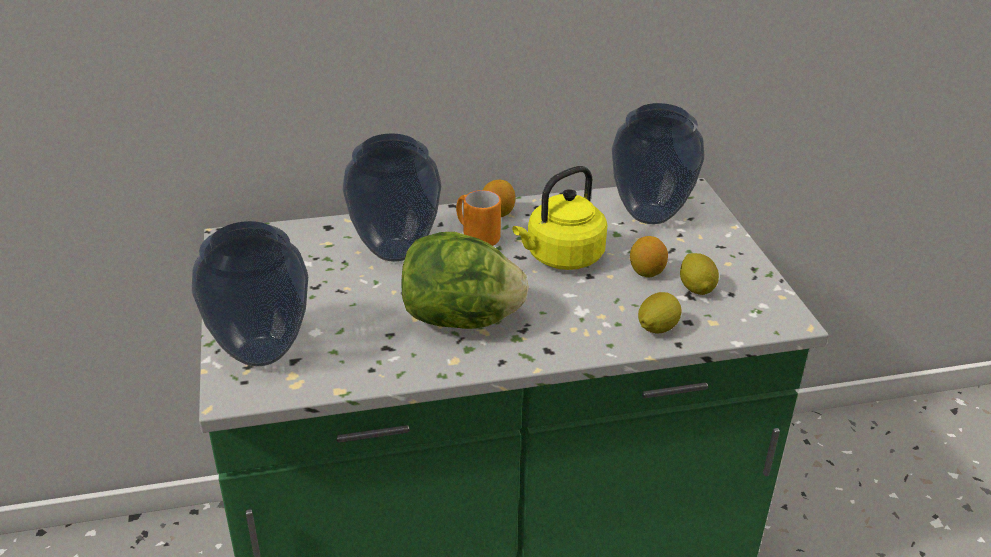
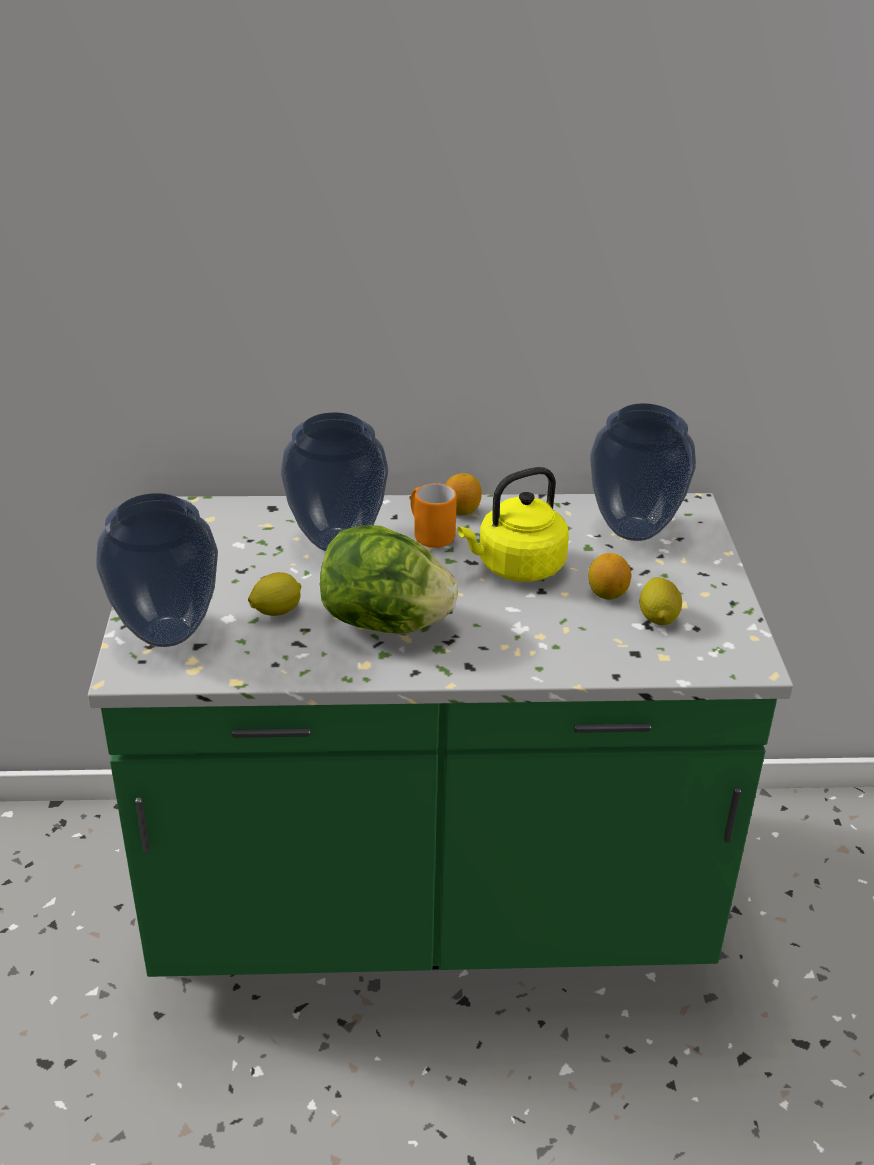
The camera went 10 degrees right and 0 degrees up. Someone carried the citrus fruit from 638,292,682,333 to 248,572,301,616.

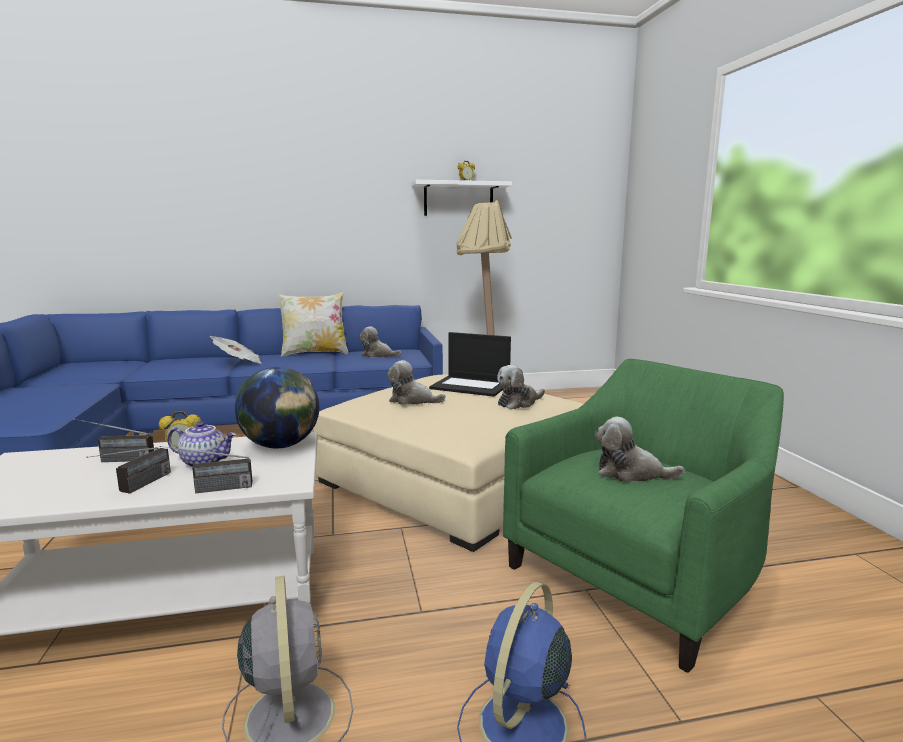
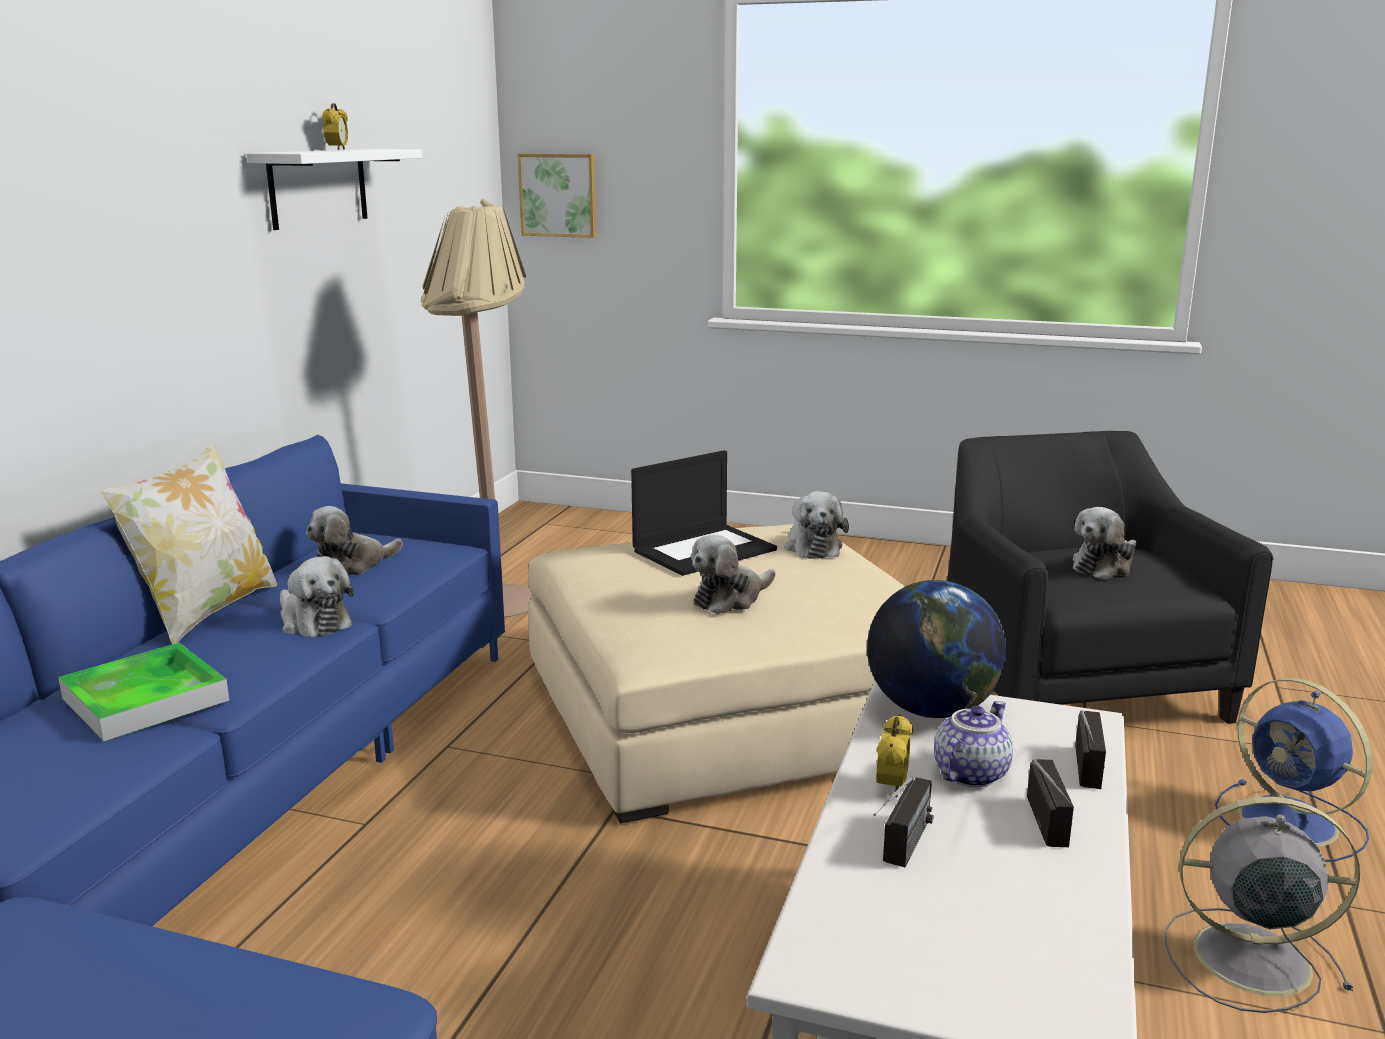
The camera went 60 degrees left and 5 degrees up. Someone put down the cuddly toy at 280,556,354,637. Someone put up the picture at 518,153,597,238. Someone swapped the printed paper at 210,336,261,363 for the tray at 58,643,229,741. Someone repainted the lounge chair (green-coloured) at 503,359,784,673, which became the lounge chair (black) at 947,431,1274,724. Someone rotated the radio at 86,447,171,493 by 45 degrees clockwise.

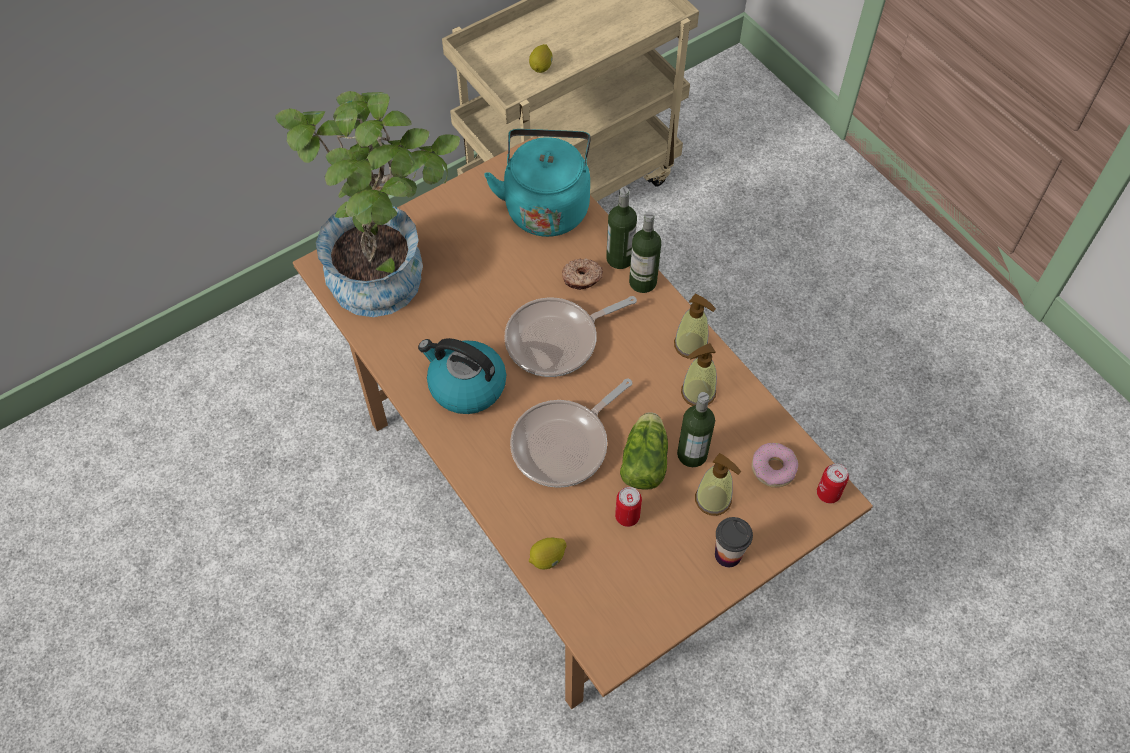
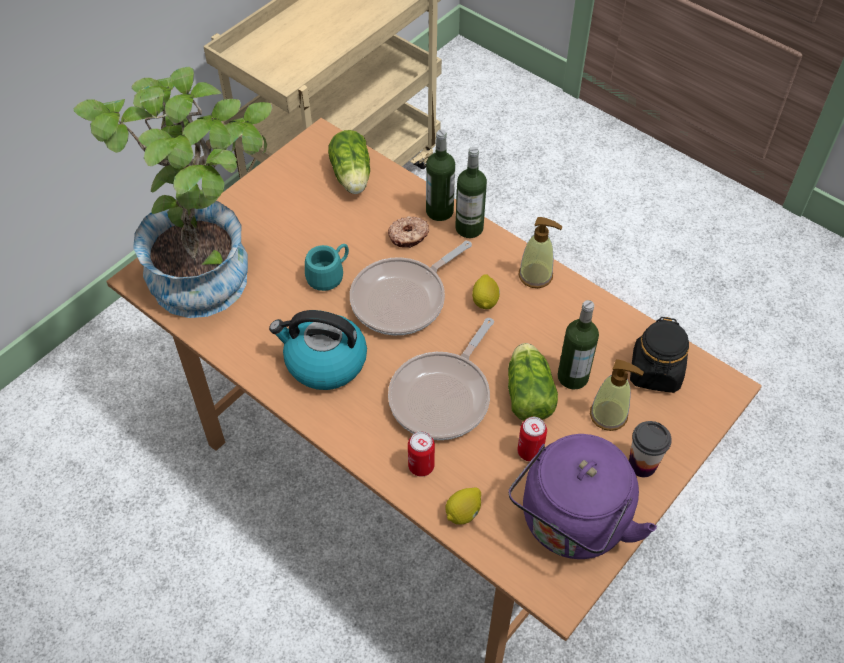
The camera went 15 degrees left and 5 degrees down. Someone took away the soap dispenser at 681,343,717,406. Someone put down the tea mug (turquoise-coloured) at 305,244,349,291. Someone put down the kettle (purple) at 508,434,657,559. Someone carried the citrus fruit from 529,44,553,73 to 472,274,500,309. Someone carried the sealed can from 817,463,849,504 to 408,431,435,477. Someone swapped the kettle (turquoise-coloured) at 484,129,591,237 for the lettuce at 328,130,370,194. Someone swapped the donut at 752,443,799,488 for the jar (black) at 630,317,689,393.

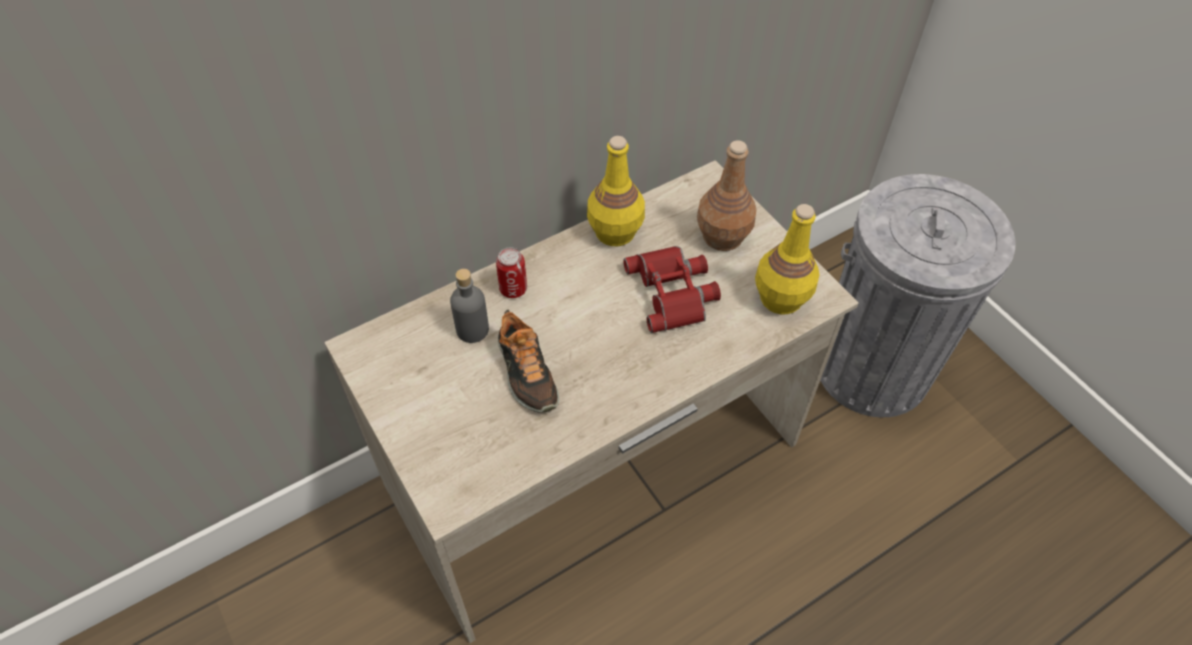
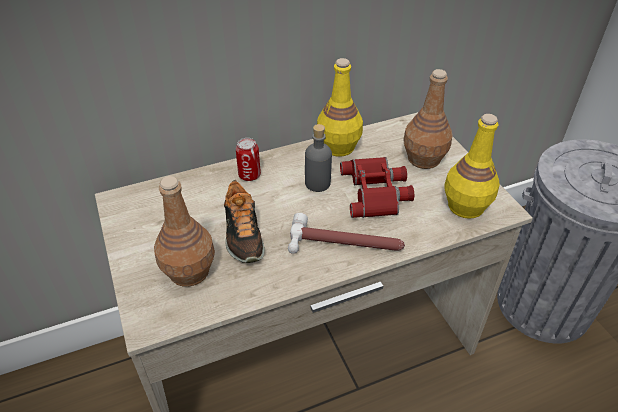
The camera went 10 degrees right and 10 degrees down. Someone put down the bottle (brown) at 154,176,215,287. Someone put down the hammer at 288,213,405,254. Someone carried the bottle (greyish) from 450,269,489,343 to 305,124,332,192.

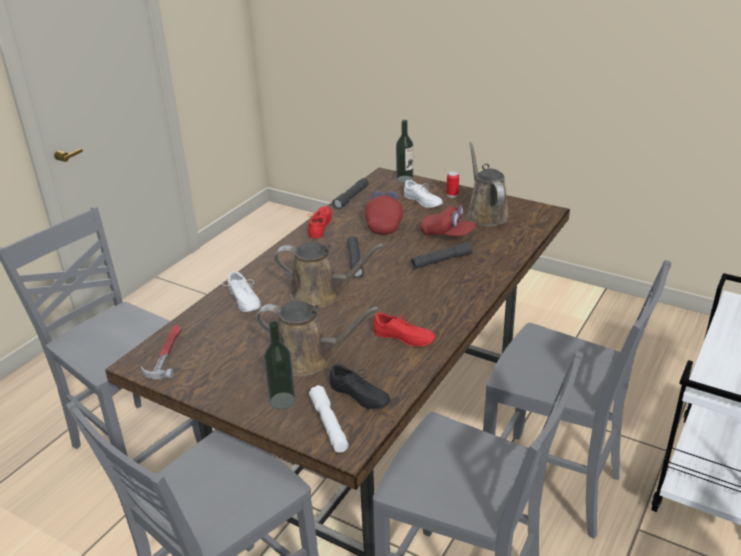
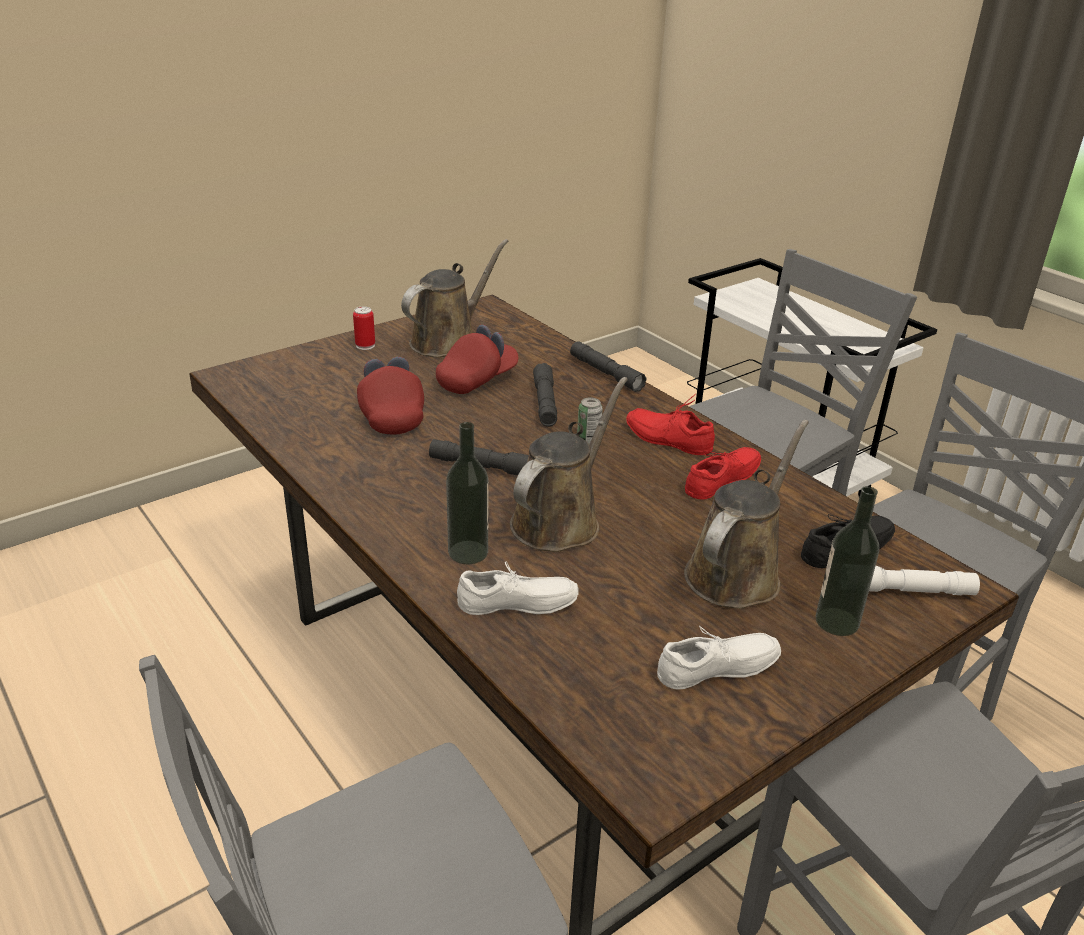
The camera went 70 degrees left and 0 degrees up. Someone took away the hammer at 141,325,182,379. Someone put down the sealed can at 577,397,603,444. Someone carried the low shoe (reddish) from 307,206,333,238 to 626,394,715,455. Someone carried the flashlight (greyish) from 332,178,369,210 to 570,341,647,392. Someone carried the bottle from 396,120,413,183 to 446,422,489,564. Someone carried the low shoe (white-coloured) from 404,180,443,208 to 657,626,781,689. Someone rotated the peaked cap (reddish) at 365,191,403,235 by 45 degrees clockwise. Someone rotated the watering can (brown) at 466,142,509,226 by 120 degrees clockwise.

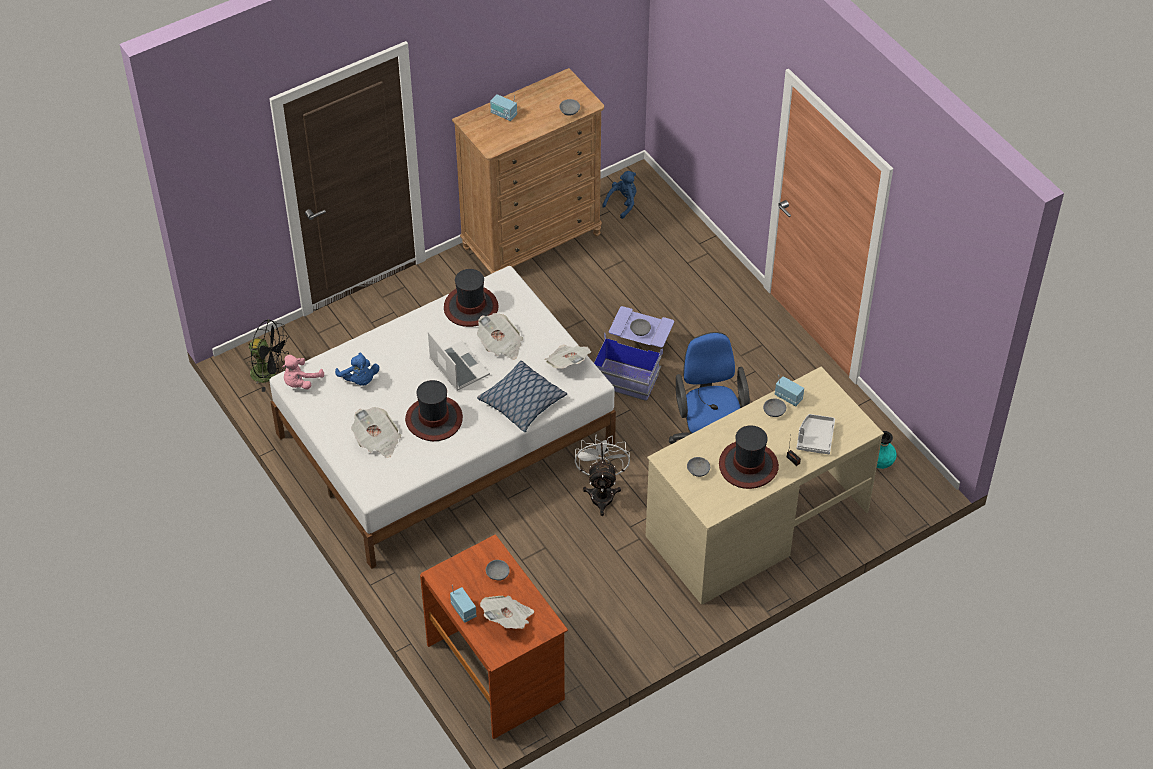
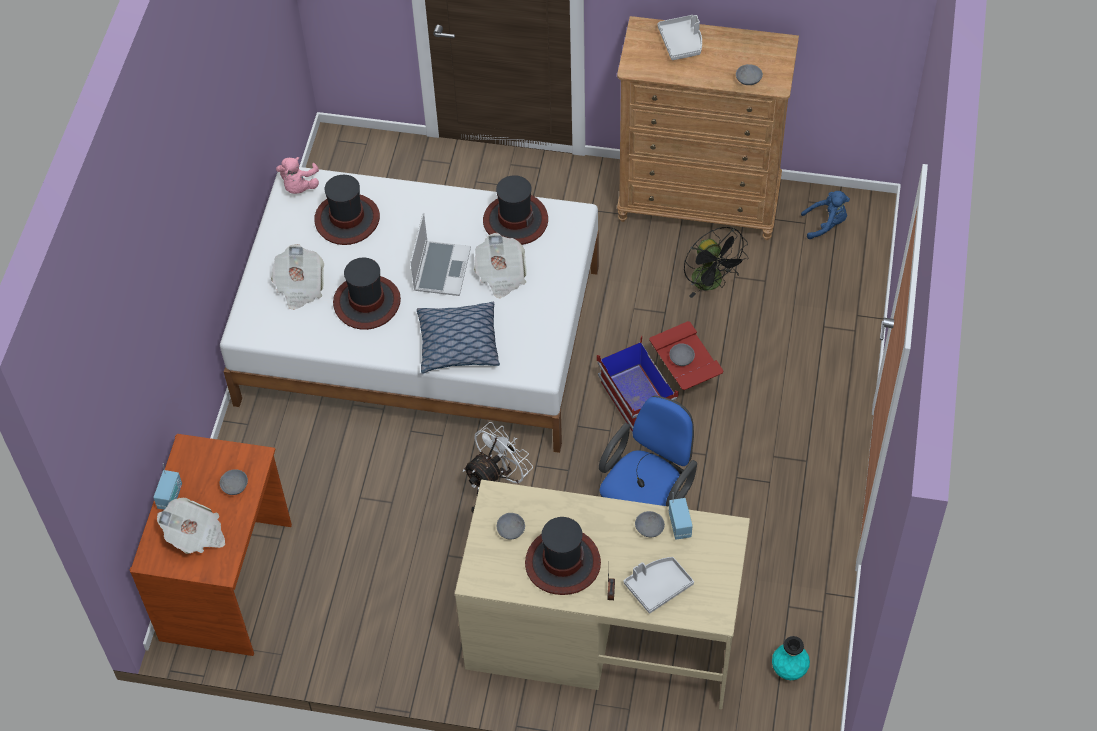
The camera went 45 degrees right and 5 degrees up. Someone took away the printed paper at 544,345,591,369. Someone carried the electric fan (black) from 247,319,289,392 to 684,227,749,298. Someone swapped the cuddly toy (bluish) at 335,352,379,386 for the wearable hat at 314,175,380,245. Someone swapped the radio at 490,94,517,121 for the tray (greyish) at 658,15,702,60. Someone repainted the storage container (bluish) at 594,306,674,401, which became the storage container (reddish) at 597,321,723,432. Someone rotated the cuddly toy (pink) at 282,355,324,389 by 75 degrees counterclockwise.

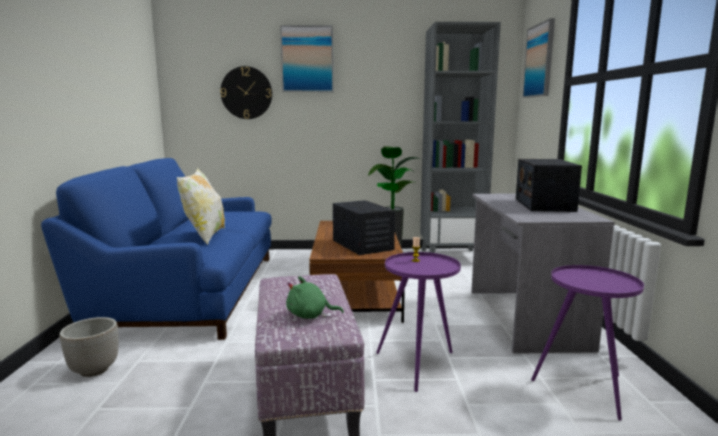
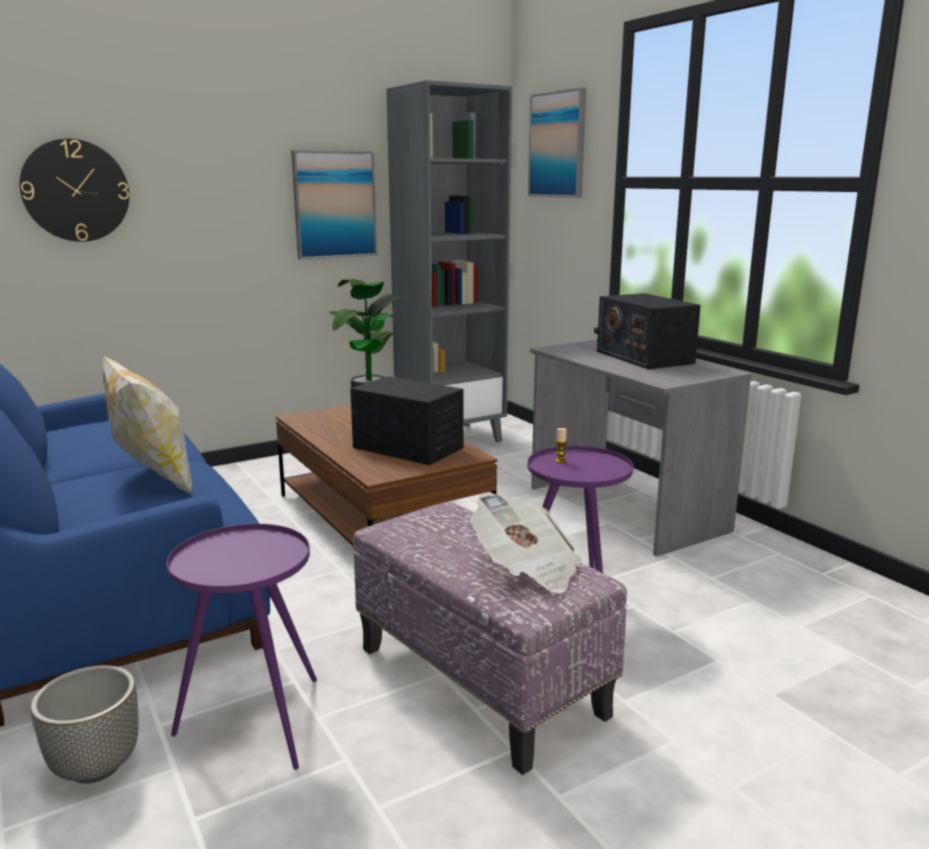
The camera went 30 degrees left and 5 degrees up. Someone carried the picture from 280,25,334,92 to 291,150,377,260. Someone carried the end table (purple) from 531,265,644,421 to 167,524,317,770. Someone swapped the cuddly toy (green-coloured) at 286,276,344,319 for the printed paper at 470,493,582,594.

